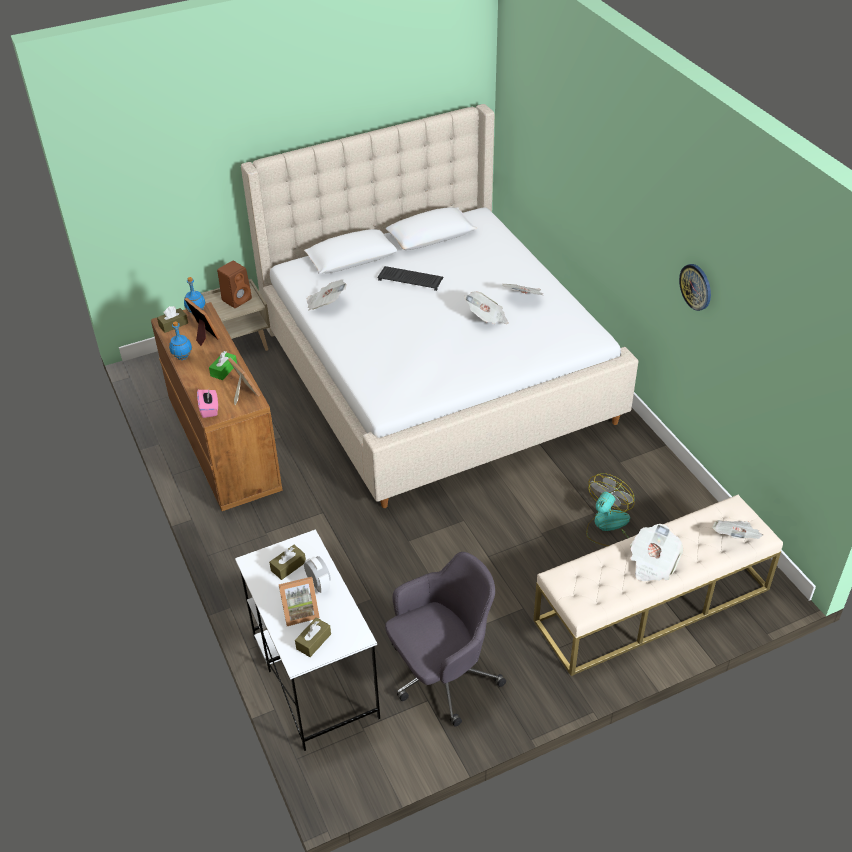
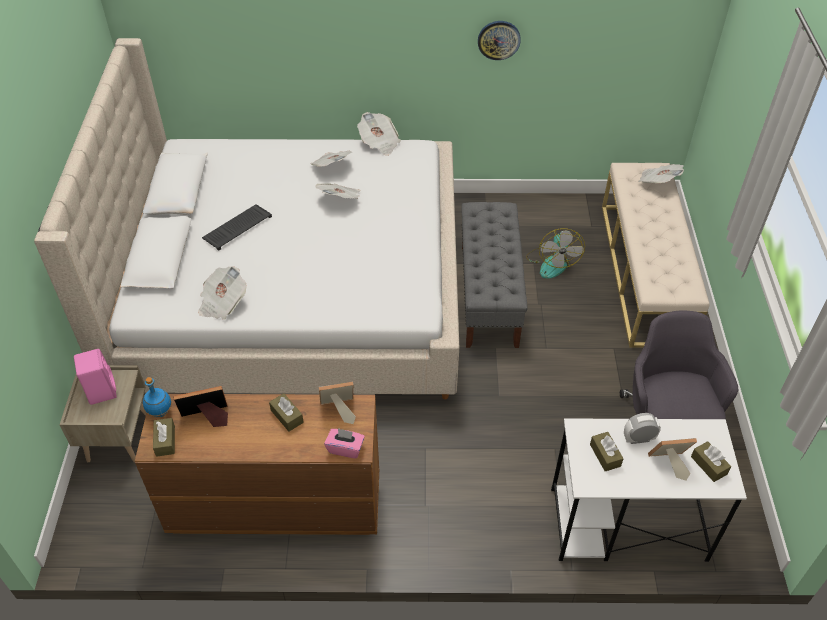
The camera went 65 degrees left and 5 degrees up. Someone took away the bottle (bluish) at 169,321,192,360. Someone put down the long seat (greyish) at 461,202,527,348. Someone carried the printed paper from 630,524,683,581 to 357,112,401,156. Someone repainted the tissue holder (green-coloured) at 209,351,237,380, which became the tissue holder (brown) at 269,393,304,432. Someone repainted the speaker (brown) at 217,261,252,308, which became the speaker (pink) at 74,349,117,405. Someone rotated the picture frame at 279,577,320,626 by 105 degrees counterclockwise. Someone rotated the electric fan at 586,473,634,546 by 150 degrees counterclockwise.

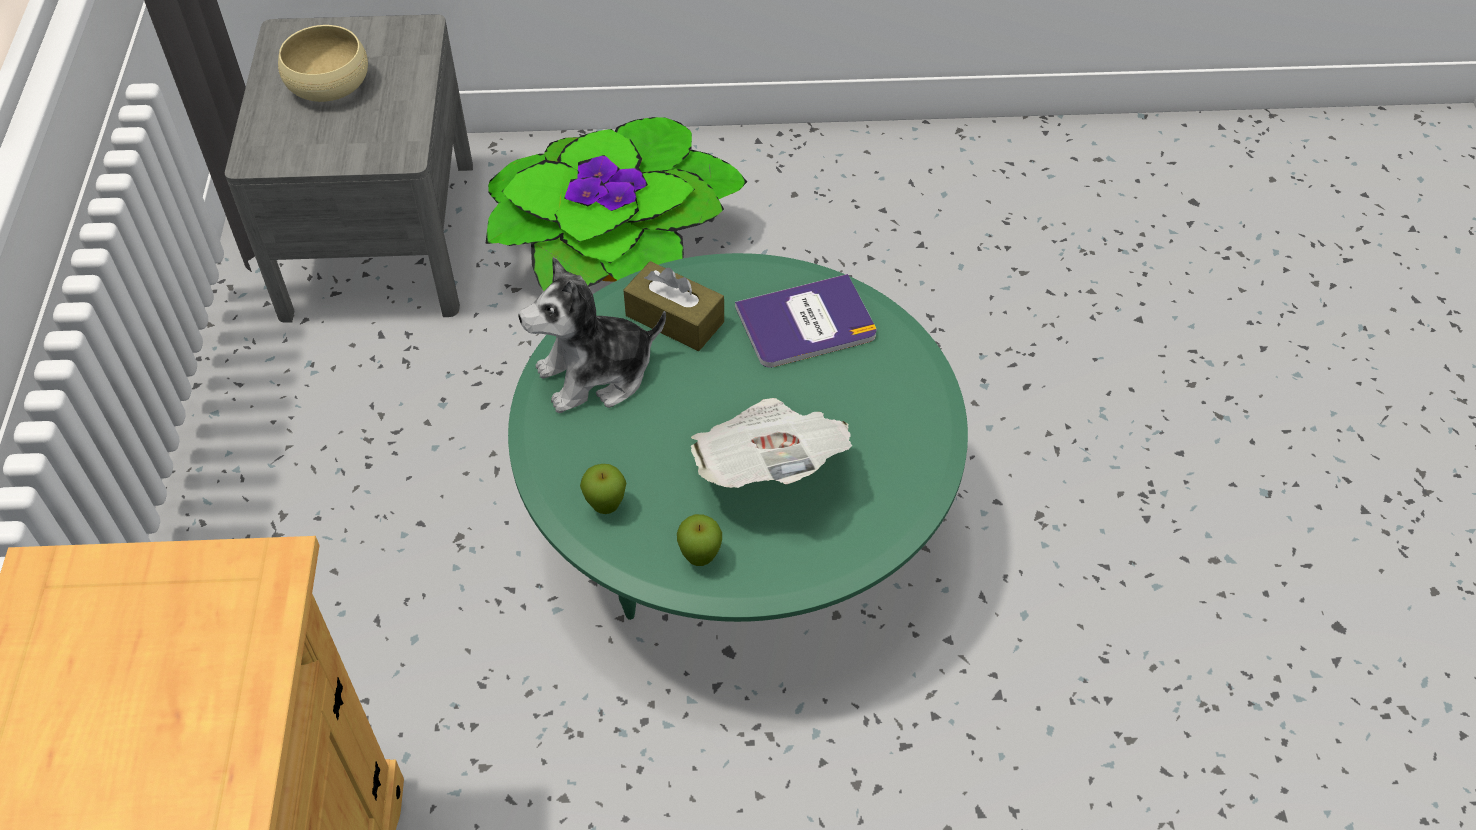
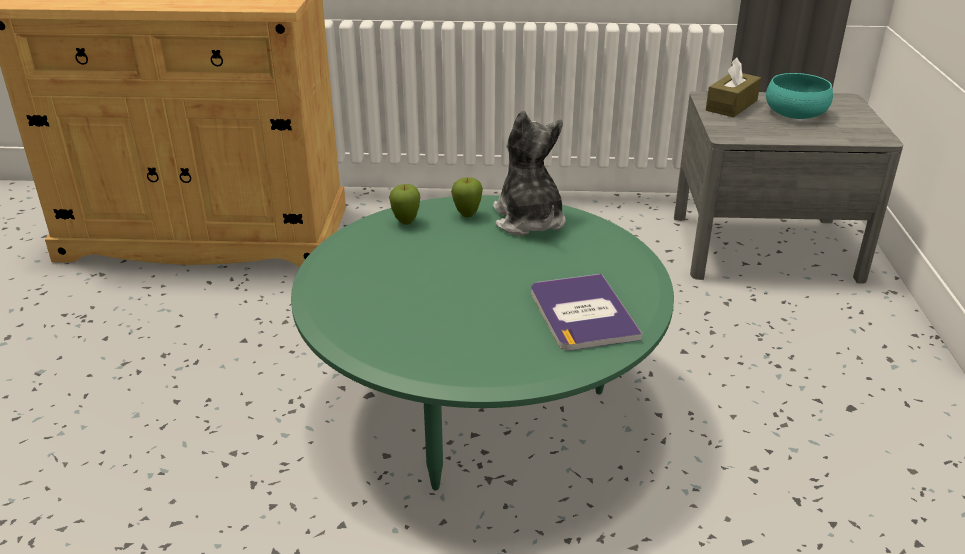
The camera went 95 degrees right and 20 degrees down. Someone took away the potted plant at 485,117,747,291. Someone took away the printed paper at 691,398,852,488. Someone carried the tissue holder (brown) from 623,261,724,351 to 706,58,761,117. Someone carried the apple fruit from 677,514,722,566 to 451,177,483,217. Someone repainted the bowl (sand-coloured) at 278,25,368,102, which became the bowl (turquoise-coloured) at 766,73,833,119.

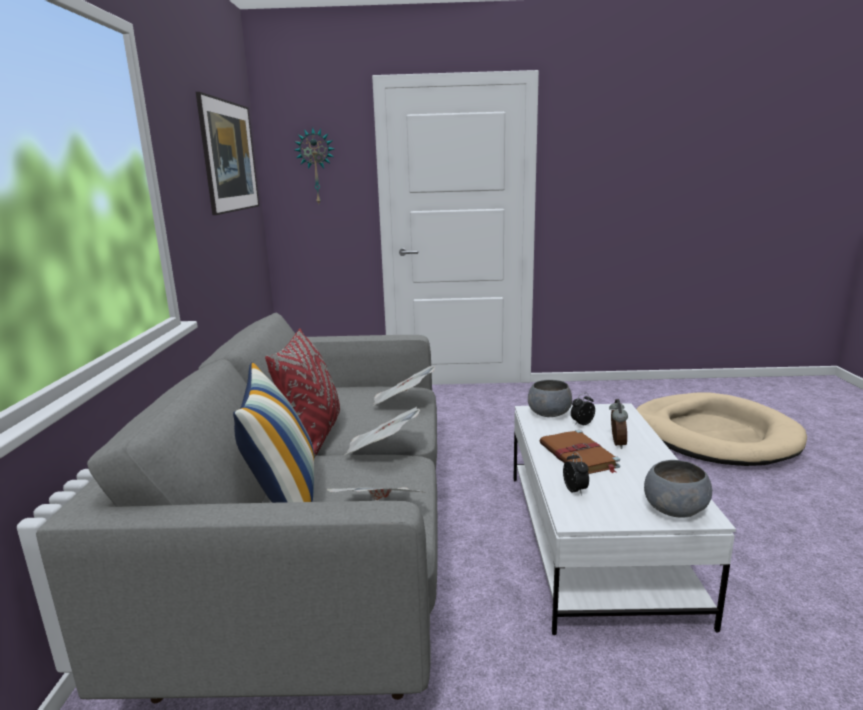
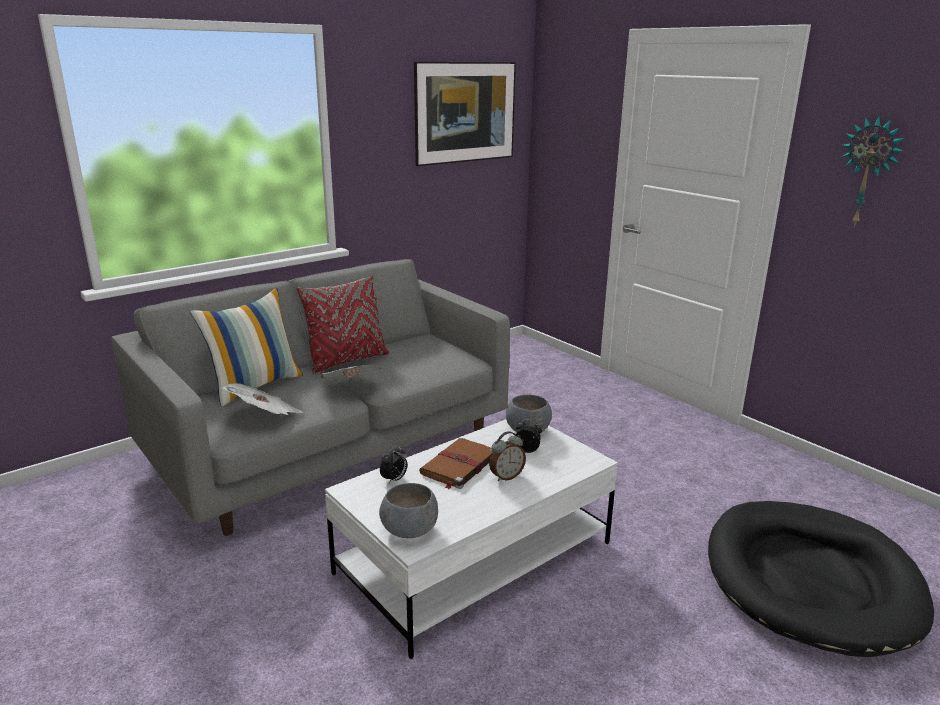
The camera went 50 degrees right and 5 degrees up. Someone took away the printed paper at 373,366,435,406. Someone carried the wall clock from 294,127,334,204 to 842,116,905,227. Someone repainted the dog bed (sand-coloured) at 636,393,807,466, which became the dog bed (black) at 708,501,934,657.

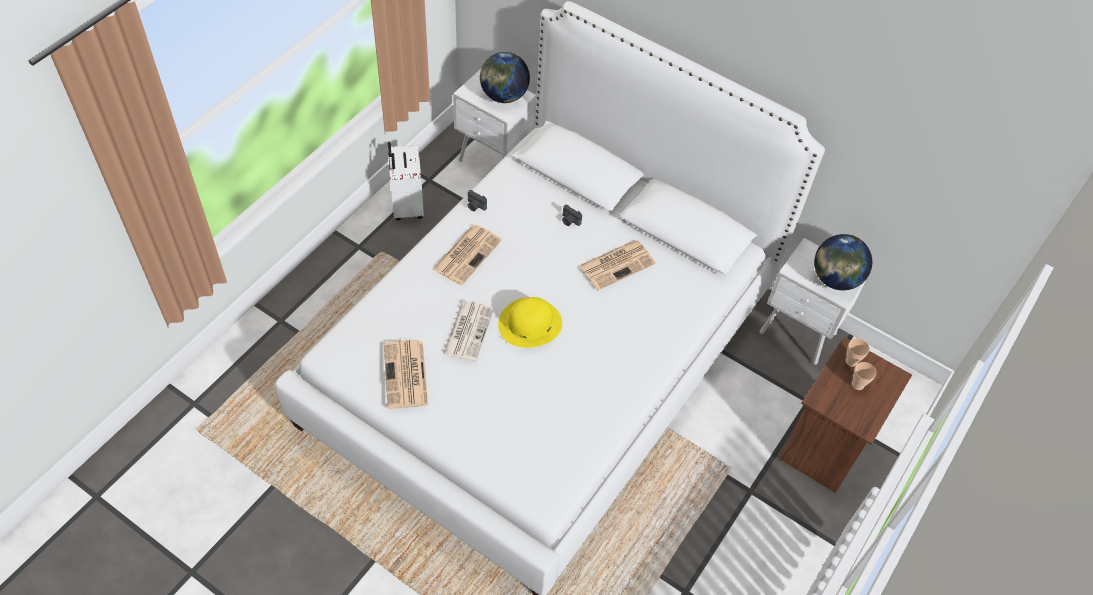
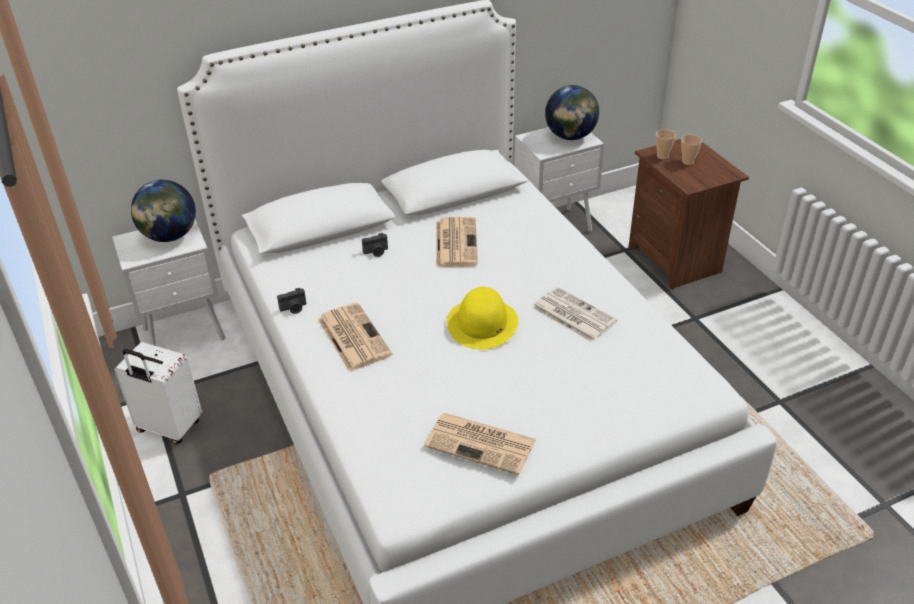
The camera went 55 degrees left and 15 degrees down. Someone carried the printed paper from 443,301,494,362 to 532,287,617,342.

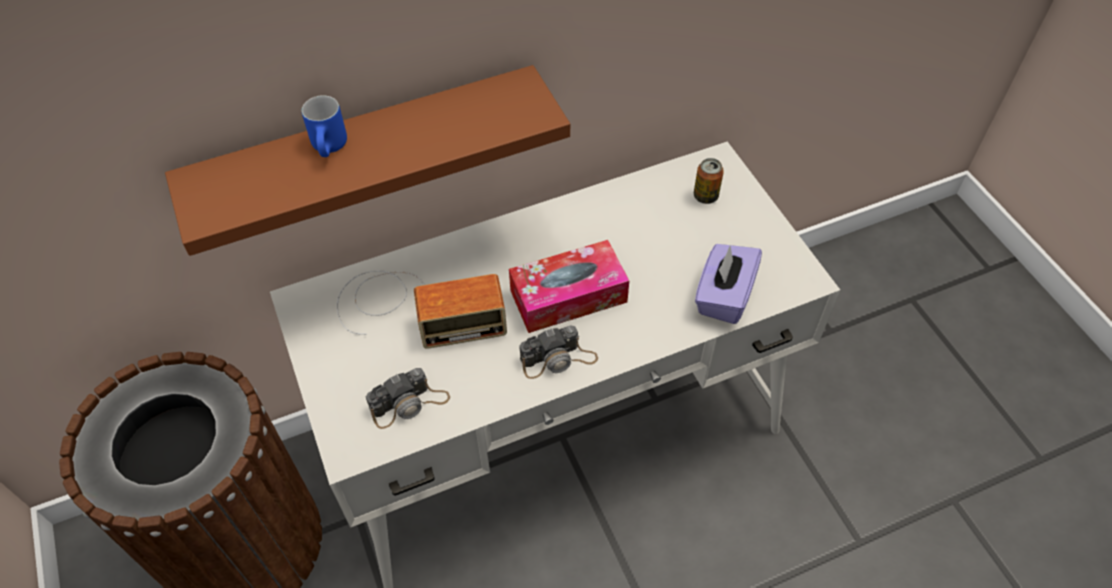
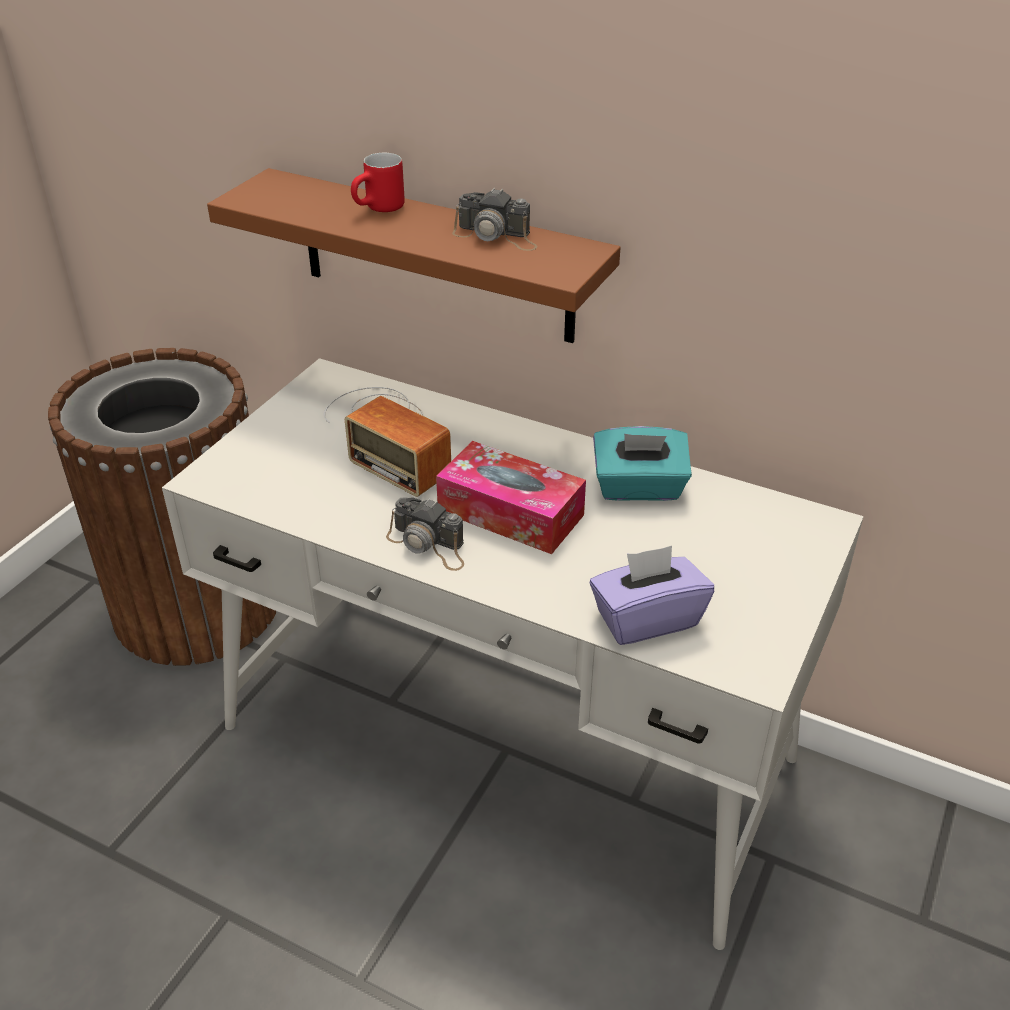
The camera went 50 degrees right and 15 degrees down. Someone took away the sealed can at 694,158,724,204. Someone put down the tissue holder (turquoise-coloured) at 593,426,692,501. Someone carried the still camera from 366,368,450,429 to 452,188,537,251. Someone repainted the tea mug (bluish) at 302,95,347,157, which became the tea mug (reddish) at 351,153,405,212.

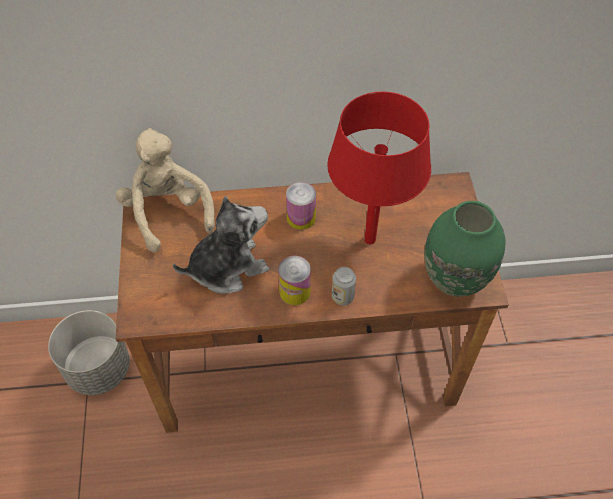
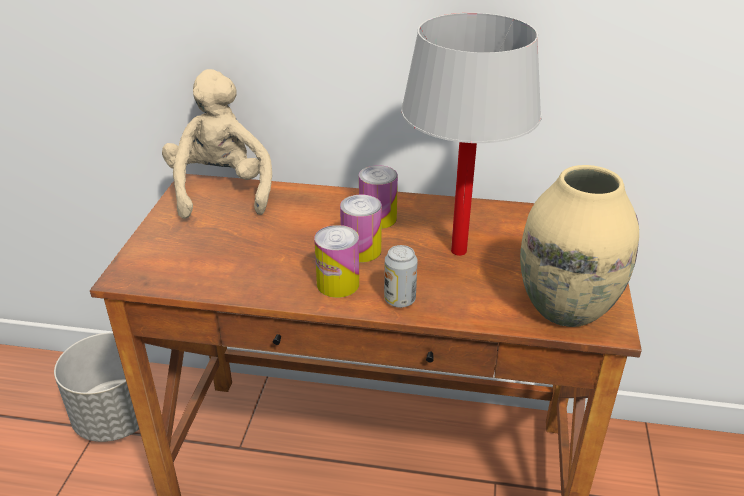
The camera went 15 degrees right and 20 degrees down. Someone took away the cuddly toy at 173,196,269,294. Someone put down the sealed can at 340,195,382,262. Someone repainted the lamp for a table (reddish) at 327,91,431,245, which became the lamp for a table (white-coloured) at 401,13,542,256. Someone repainted the decorative vase (green-coloured) at 424,201,506,297, which became the decorative vase (sand-coloured) at 520,165,639,327.

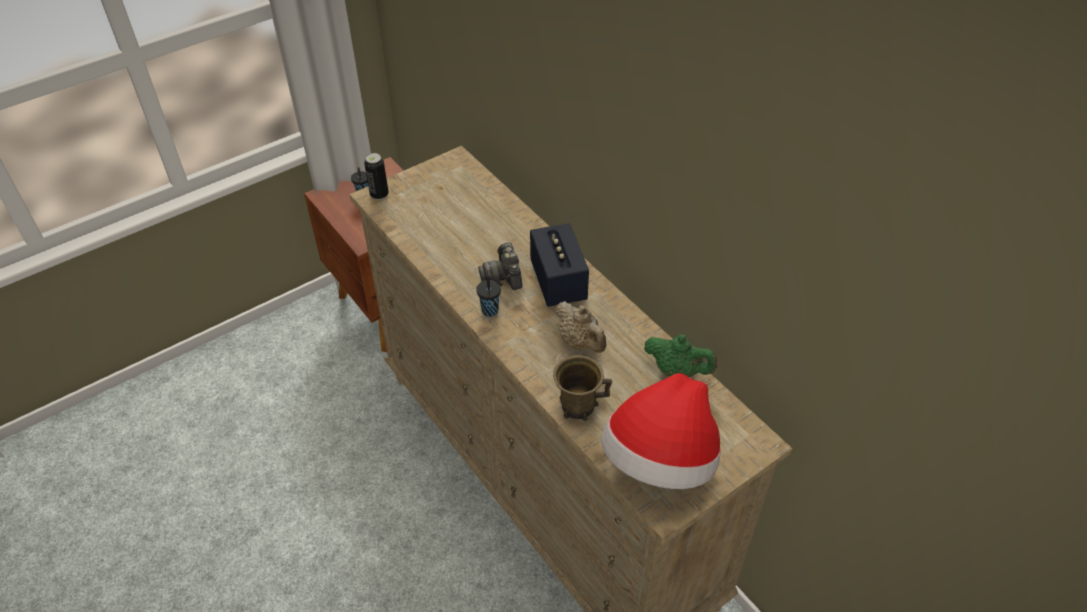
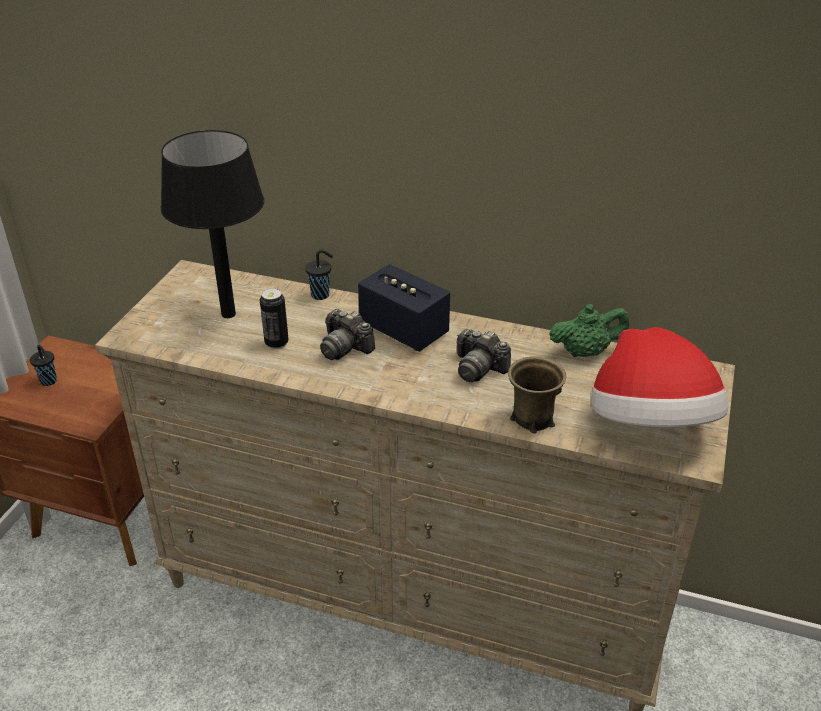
The camera went 35 degrees left and 10 degrees down. Someone put down the lamp for a table (black) at 161,130,264,318. Someone carried the sealed can from 364,153,389,200 to 260,288,289,349. Someone carried the drinking cup (black) from 476,276,503,316 to 305,250,333,300. Someone swapped the tea pot (sand-coloured) at 555,301,606,353 for the still camera at 456,329,511,382.

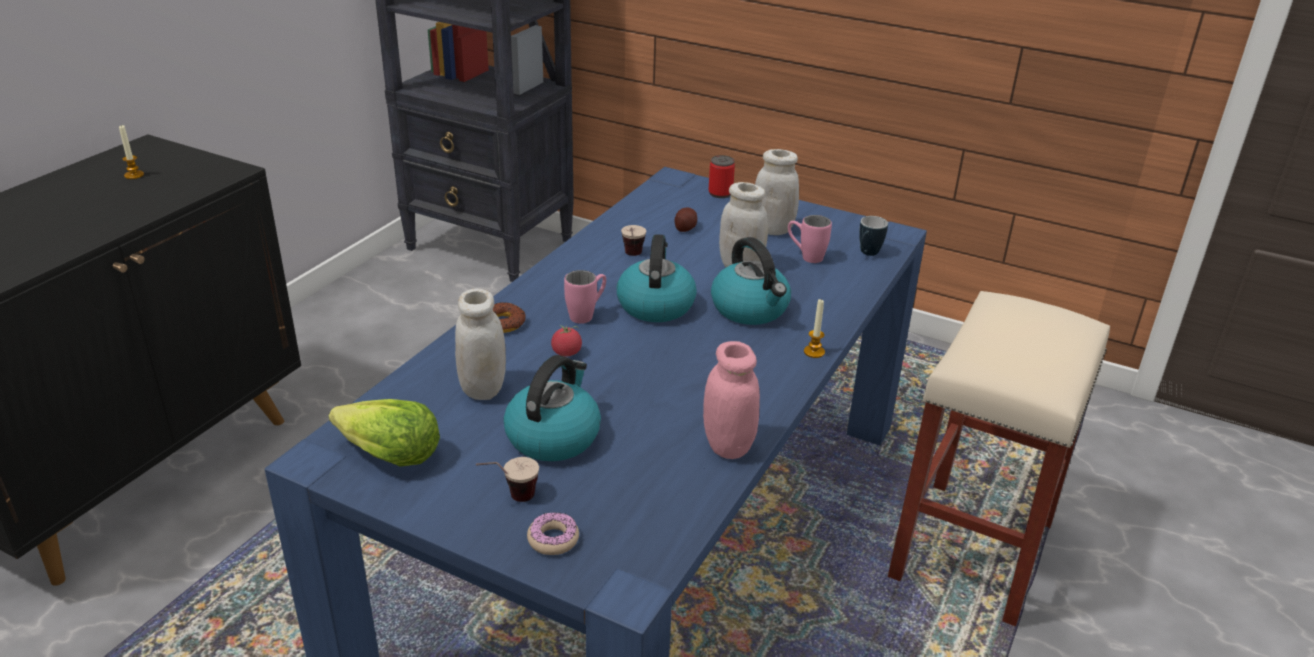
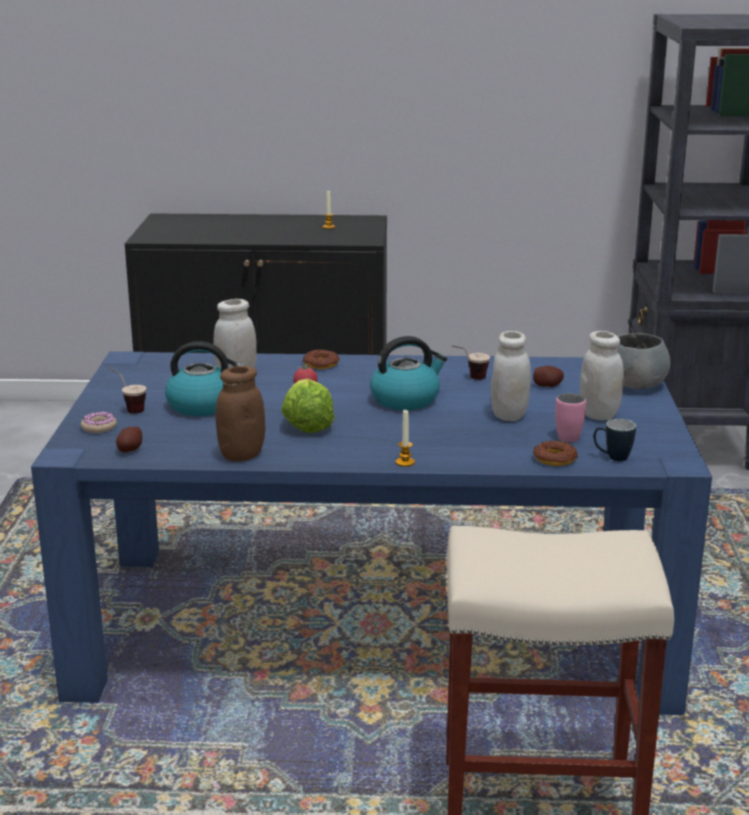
The camera went 65 degrees right and 10 degrees down. Someone took away the tea mug (pink) at 564,270,606,324. Someone took away the kettle at 711,237,791,325. Someone put down the potato at 116,426,142,452. Someone put down the donut at 533,441,578,466. Someone carried the lettuce from 329,399,440,467 to 281,379,334,433. Someone swapped the sealed can at 708,155,735,198 for the bowl (greyish) at 617,333,671,389. Someone repainted the jar (pink) at 703,341,760,459, which became the jar (brown) at 215,366,265,461.

